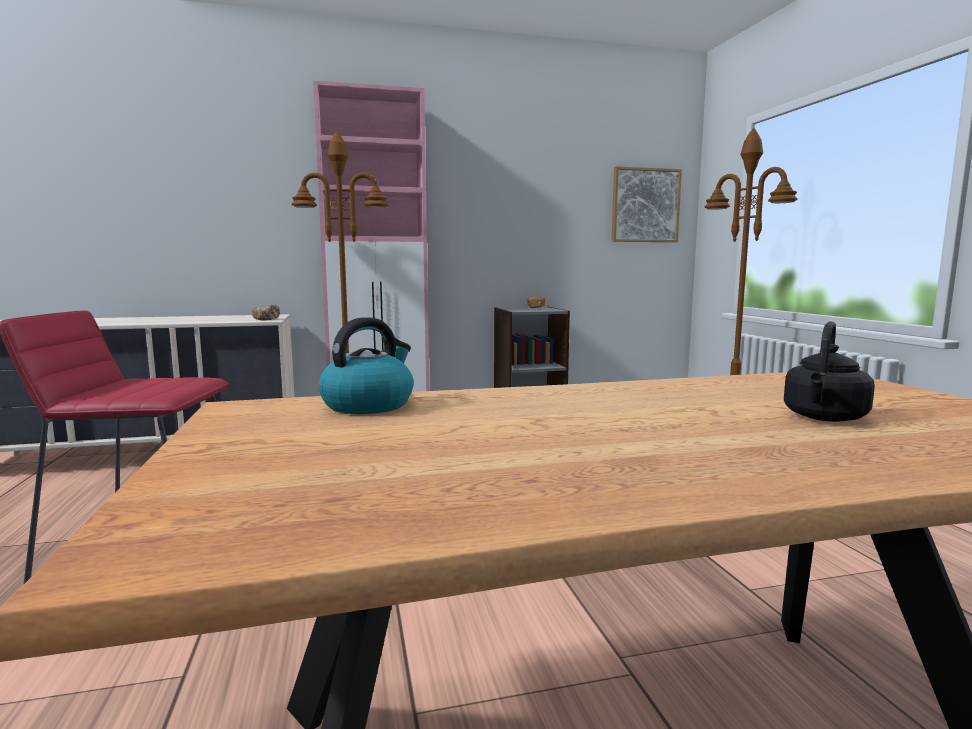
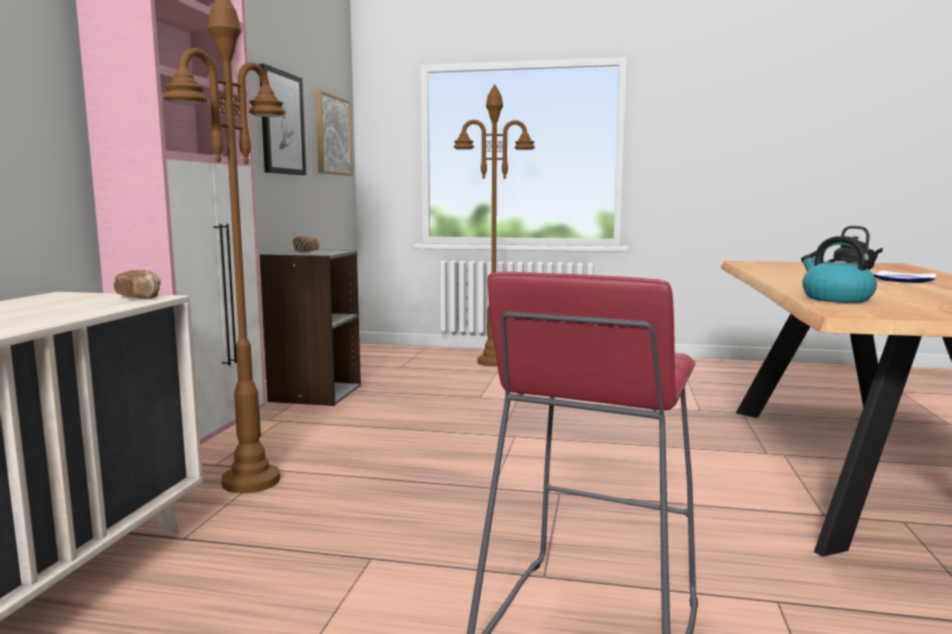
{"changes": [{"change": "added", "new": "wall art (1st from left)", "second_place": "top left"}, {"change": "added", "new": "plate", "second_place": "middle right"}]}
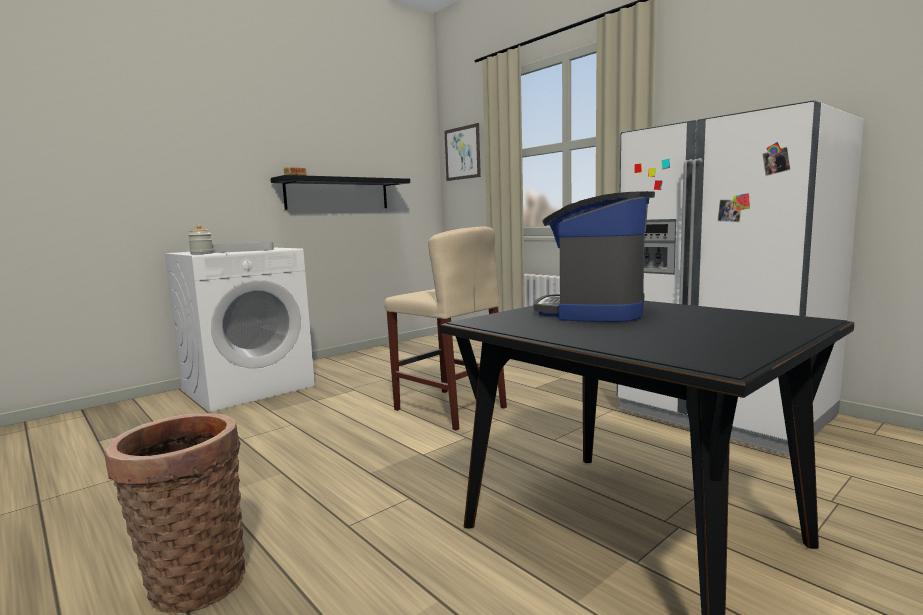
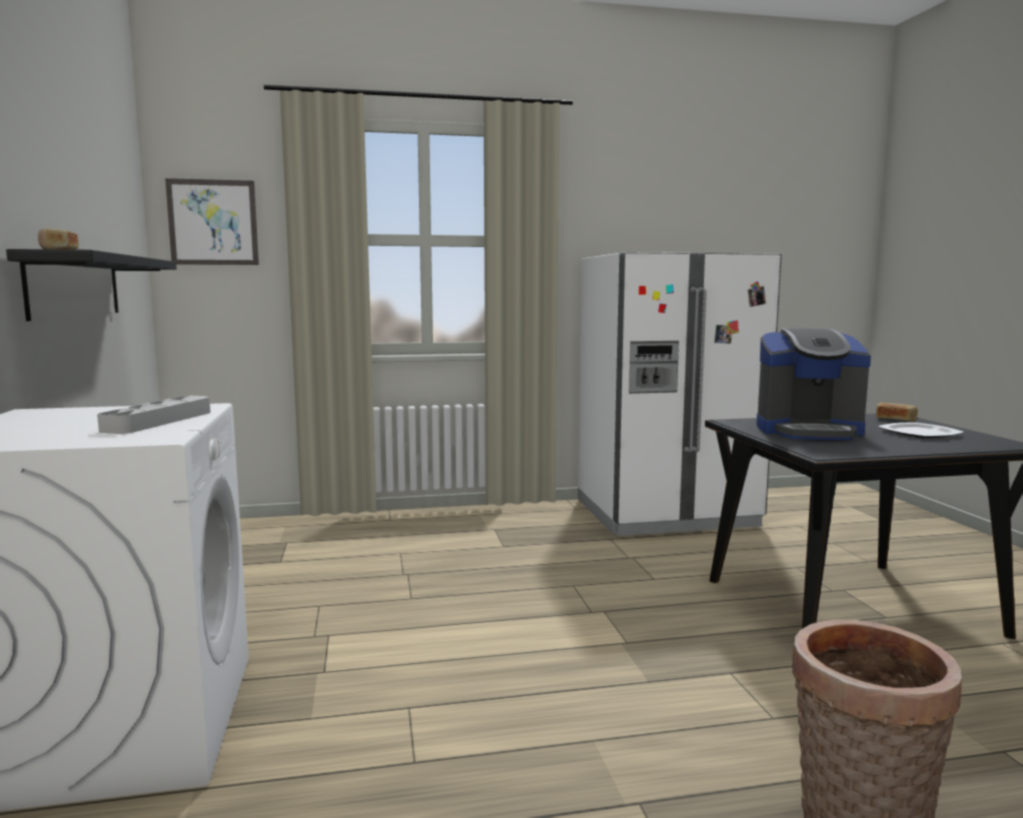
{"changes": [{"change": "removed", "old": "preserve jar", "first_place": "middle left"}, {"change": "removed", "old": "stool seat in beige-coloured", "first_place": "centre"}, {"change": "turned", "old": "coffee maker", "first_place": "centre", "second_place": "middle right", "degrees": -45}, {"change": "added", "new": "bakery bread (2nd from left)", "second_place": "middle right"}, {"change": "added", "new": "plate", "second_place": "middle right"}]}
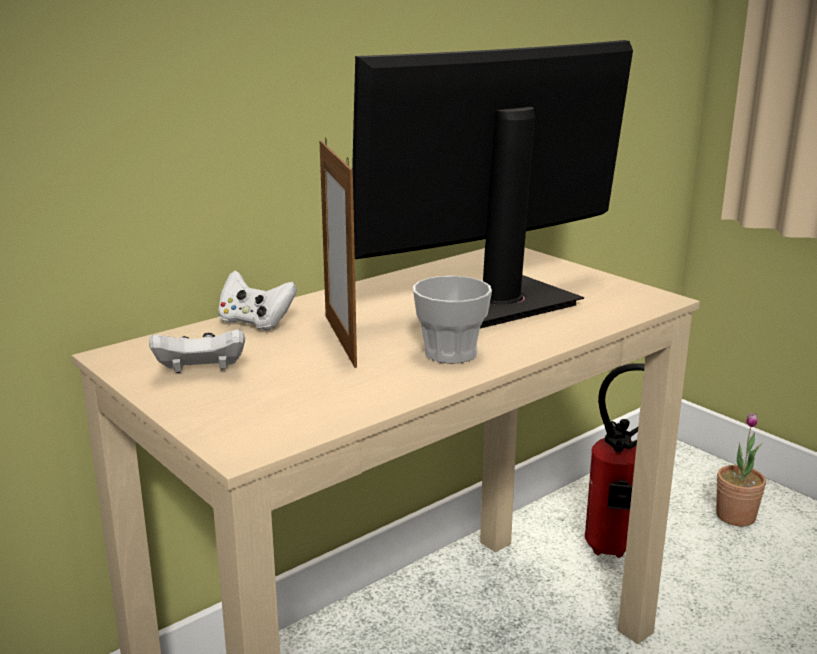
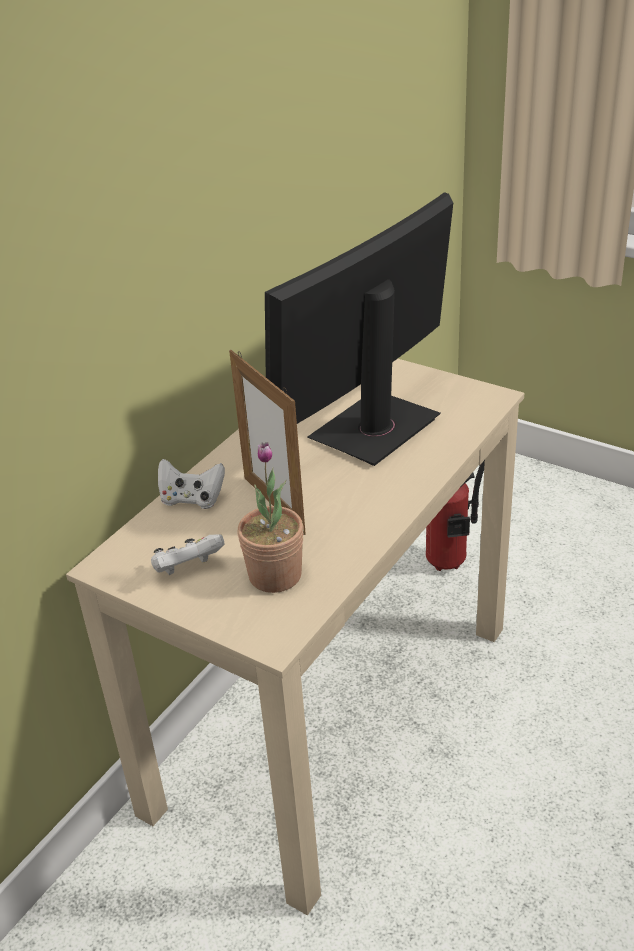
{"changes": [{"change": "removed", "old": "cup", "first_place": "centre"}, {"change": "moved", "old": "houseplant", "first_place": "bottom right", "second_place": "centre"}]}
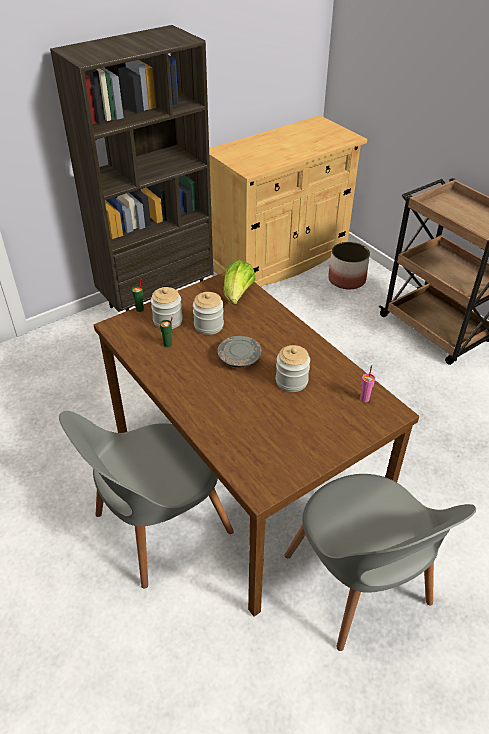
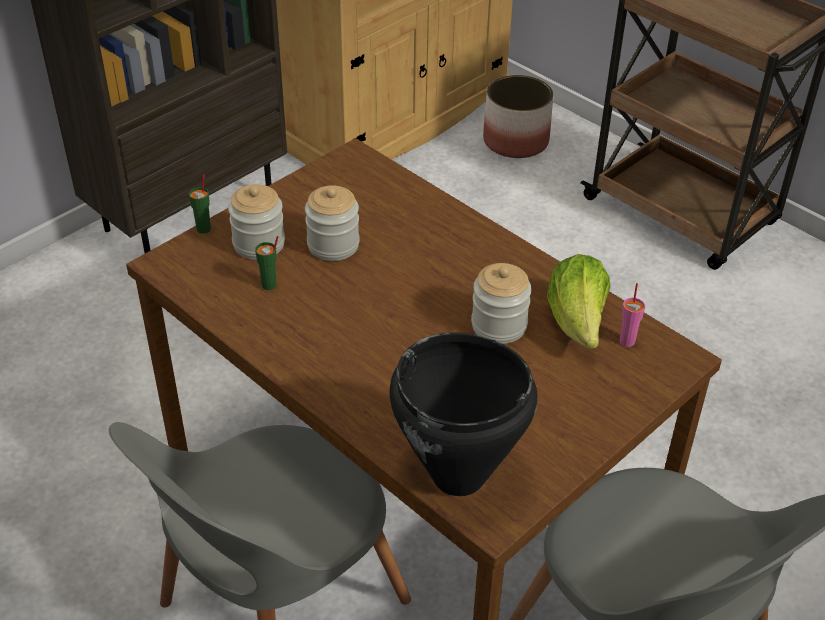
{"changes": [{"change": "removed", "old": "plate in grey", "first_place": "centre"}, {"change": "moved", "old": "lettuce", "first_place": "centre", "second_place": "middle right"}, {"change": "added", "new": "stockpot in black", "second_place": "bottom centre"}]}
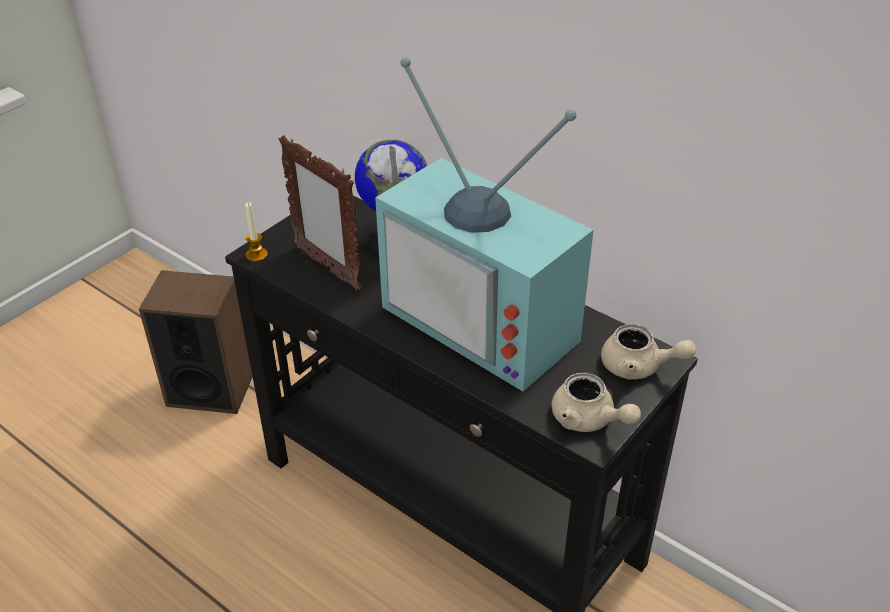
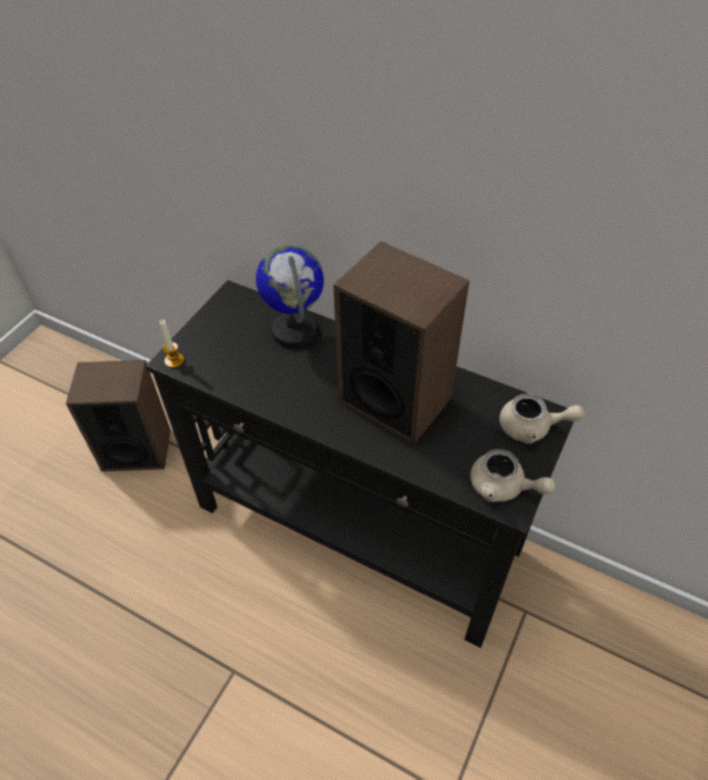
{"changes": [{"change": "removed", "old": "standing frame", "first_place": "centre"}, {"change": "replaced", "old": "TV", "new": "loudspeaker (2nd from left)", "first_place": "centre", "second_place": "centre"}]}
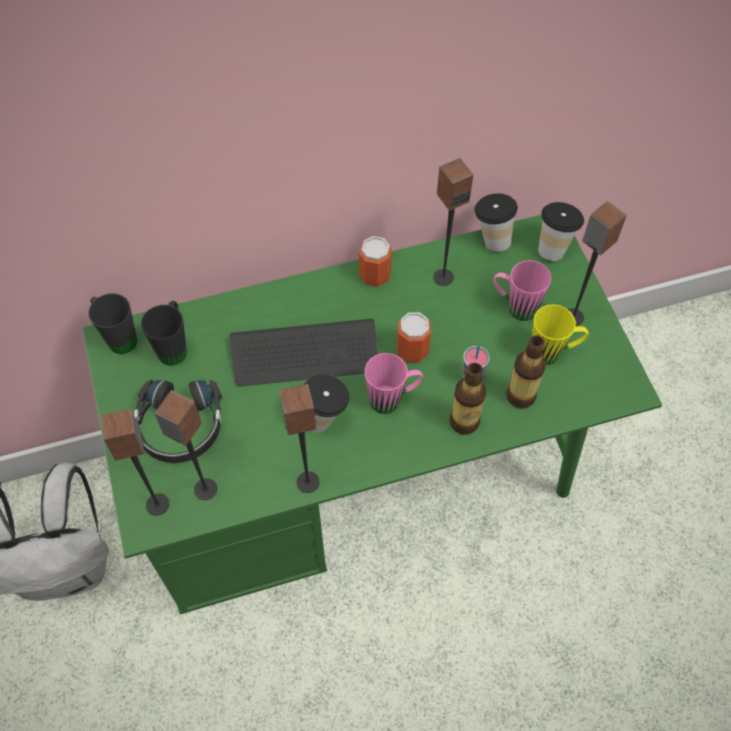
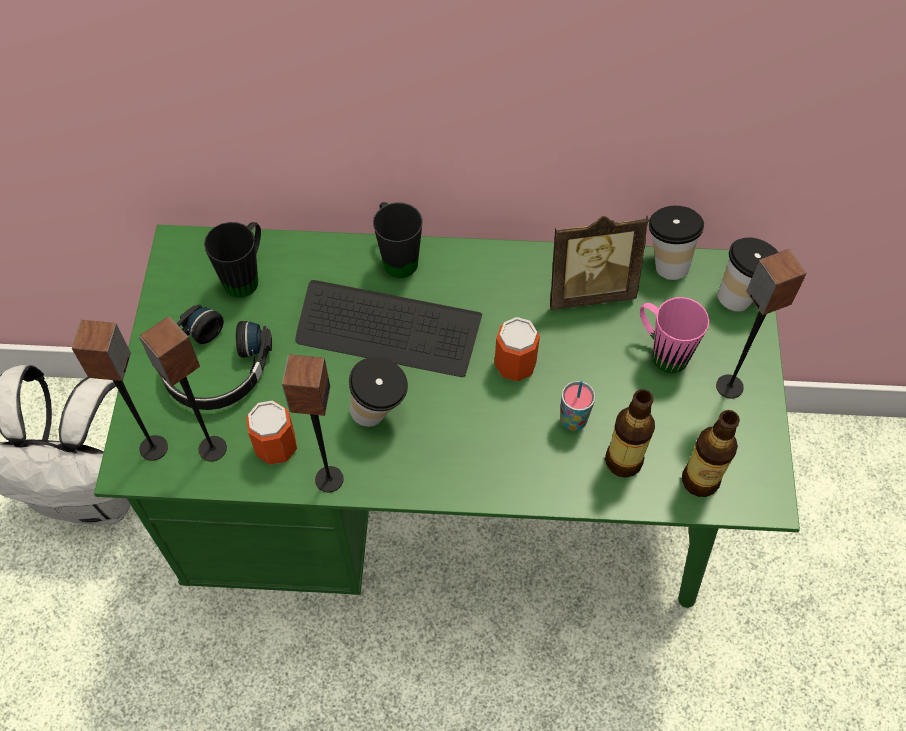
{"changes": [{"change": "moved", "old": "mug in black (1st from left in the first image)", "new": "mug in black (2nd from left)", "first_place": "middle left", "second_place": "top centre"}, {"change": "moved", "old": "can (1st from left)", "first_place": "centre", "second_place": "middle left"}, {"change": "removed", "old": "mug in pinkish (1st from left)", "first_place": "centre"}, {"change": "replaced", "old": "loudspeaker (4th from left)", "new": "standing frame", "first_place": "top centre", "second_place": "centre"}, {"change": "moved", "old": "drink bottle (1st from left in the first image)", "new": "drink bottle (2nd from left)", "first_place": "centre", "second_place": "middle right"}, {"change": "removed", "old": "mug in yellowish", "first_place": "middle right"}]}
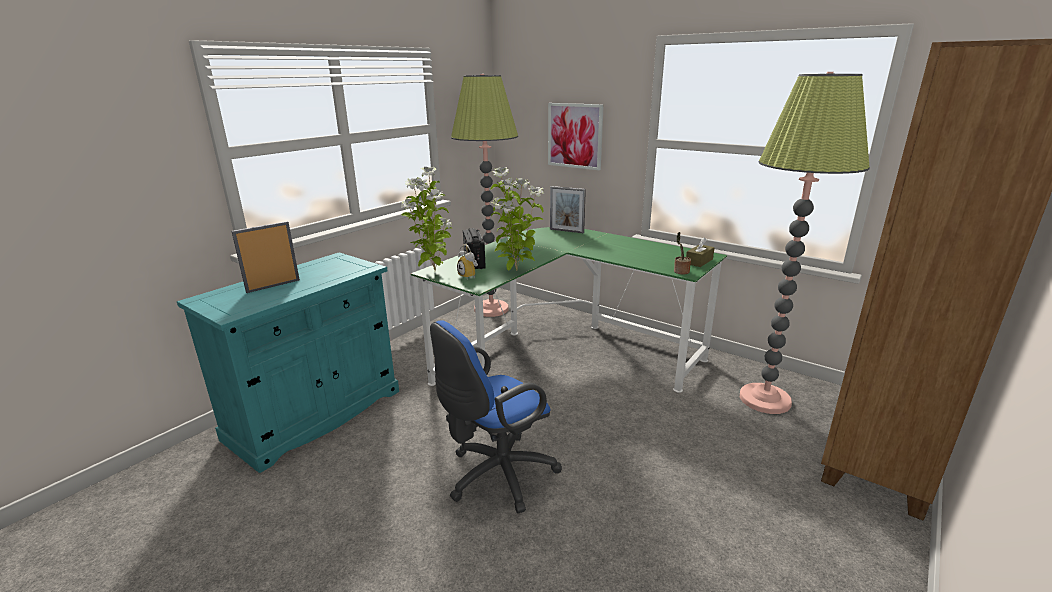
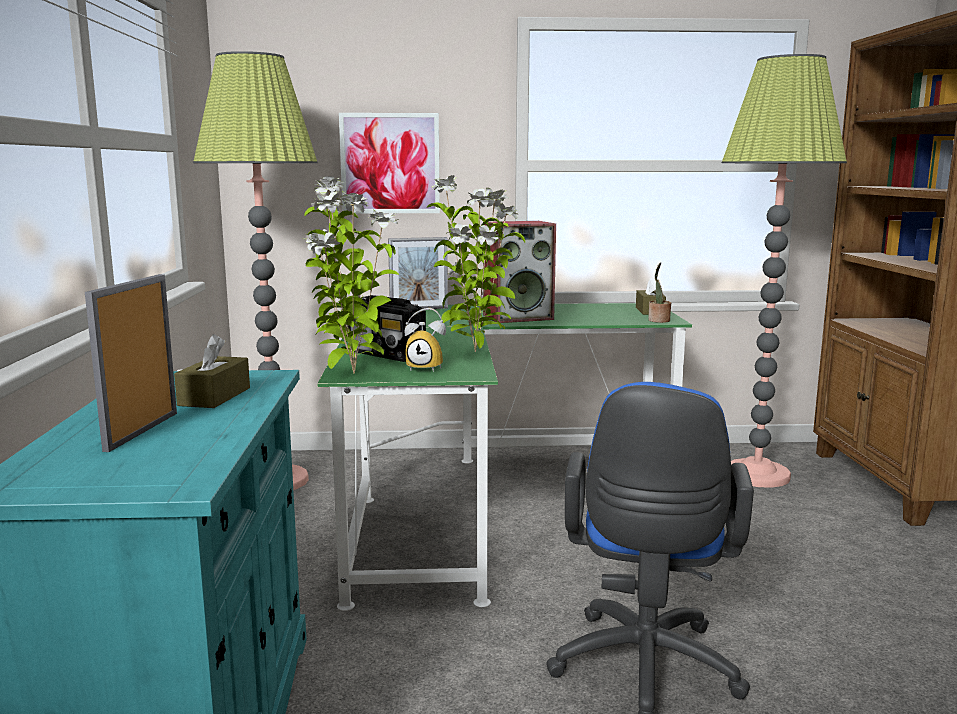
{"changes": [{"change": "added", "new": "tissue holder in brown-coloured (1st from left)", "second_place": "middle left"}, {"change": "added", "new": "loudspeaker", "second_place": "centre"}]}
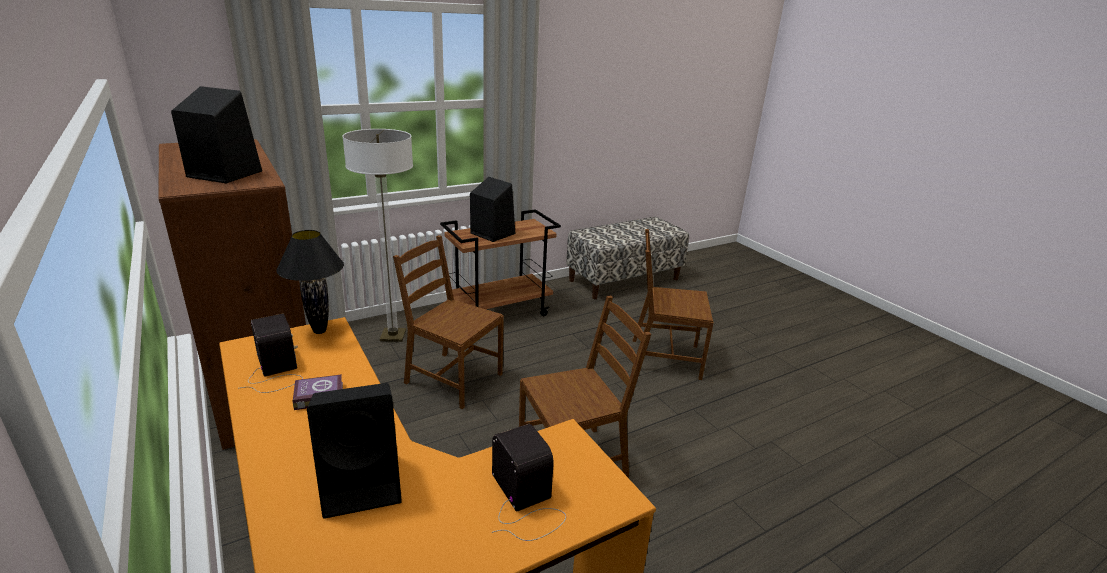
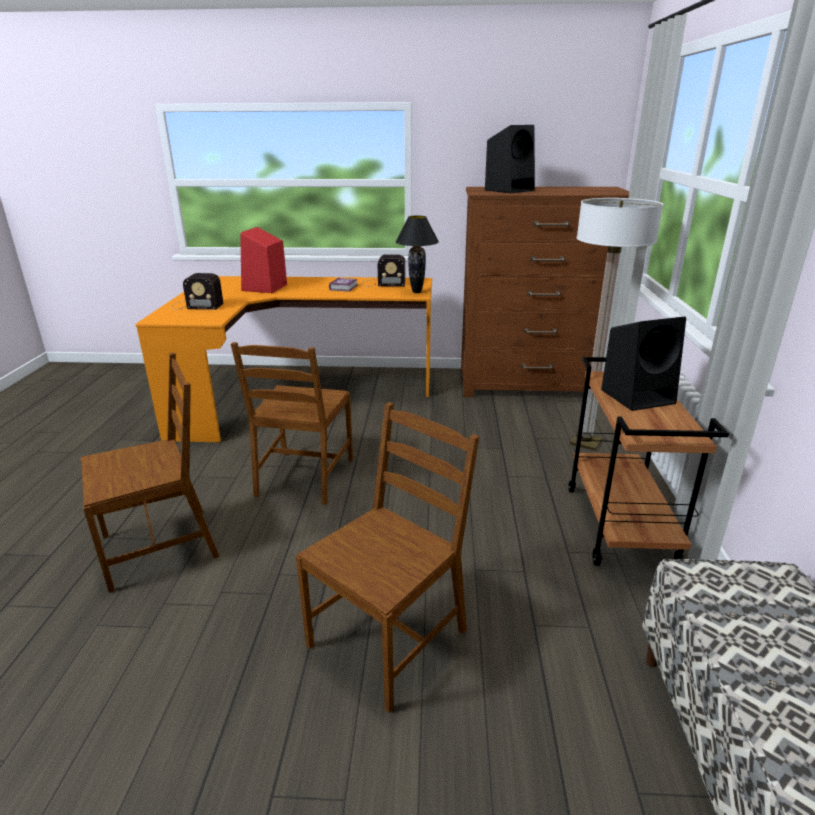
{"changes": [{"change": "recoloured", "old": "loudspeaker in black (2nd from left)", "new": "loudspeaker in red", "first_place": "bottom left", "second_place": "top left"}, {"change": "moved", "old": "upright chair in brown-coloured (1st from left)", "first_place": "centre", "second_place": "middle left"}]}
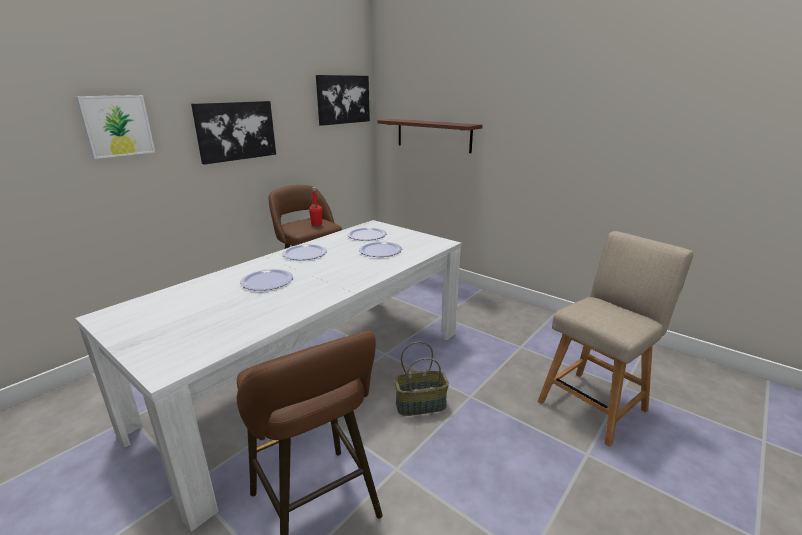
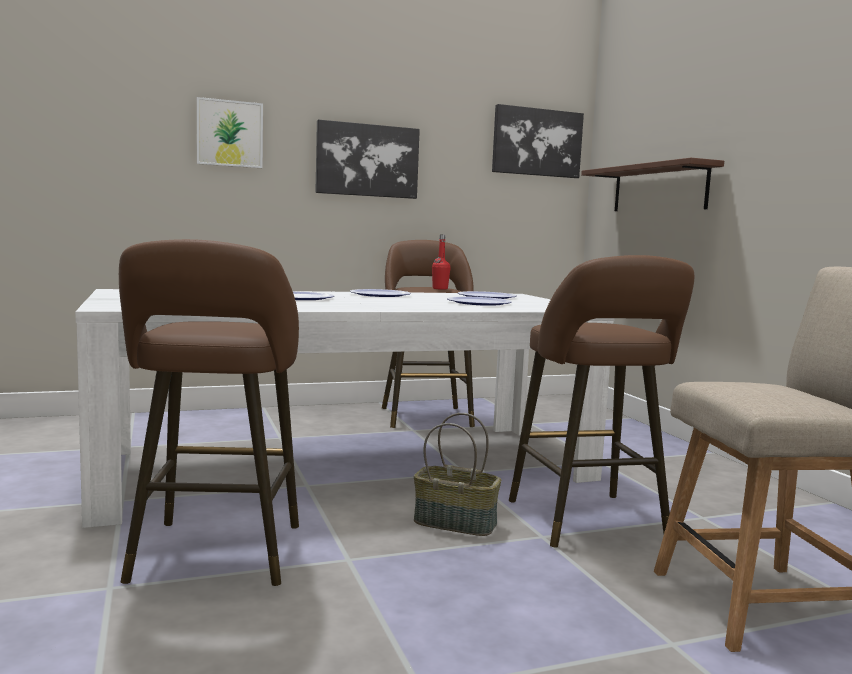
{"changes": [{"change": "added", "new": "stool seat in brown-coloured (3rd from left)", "second_place": "middle right"}]}
